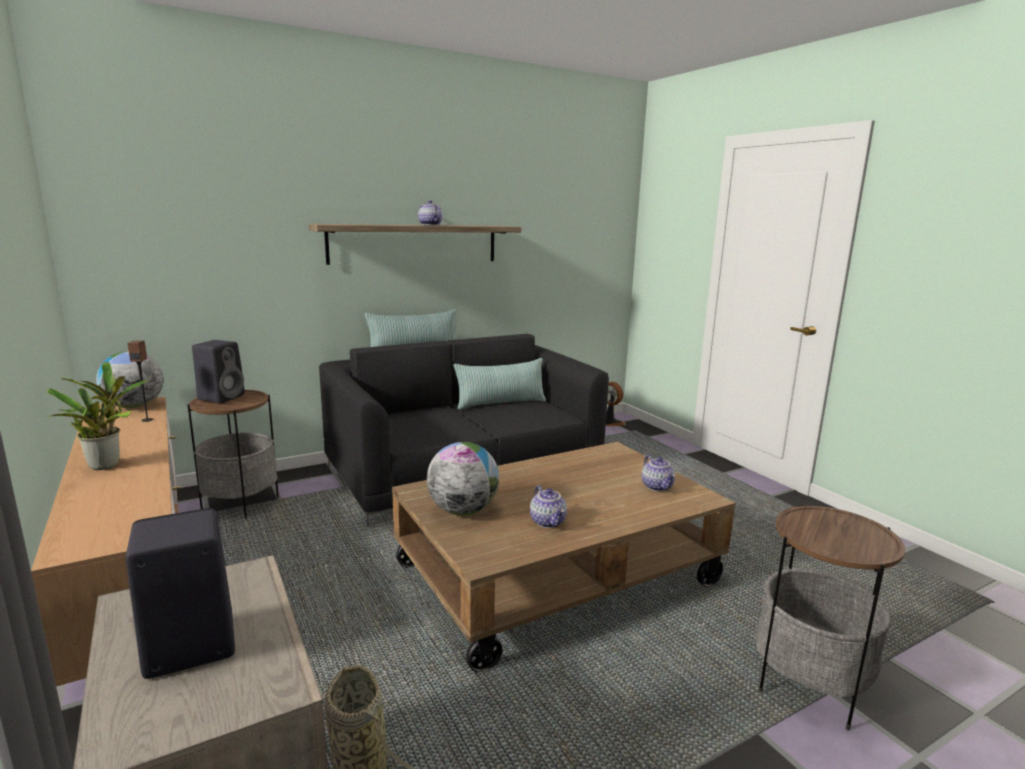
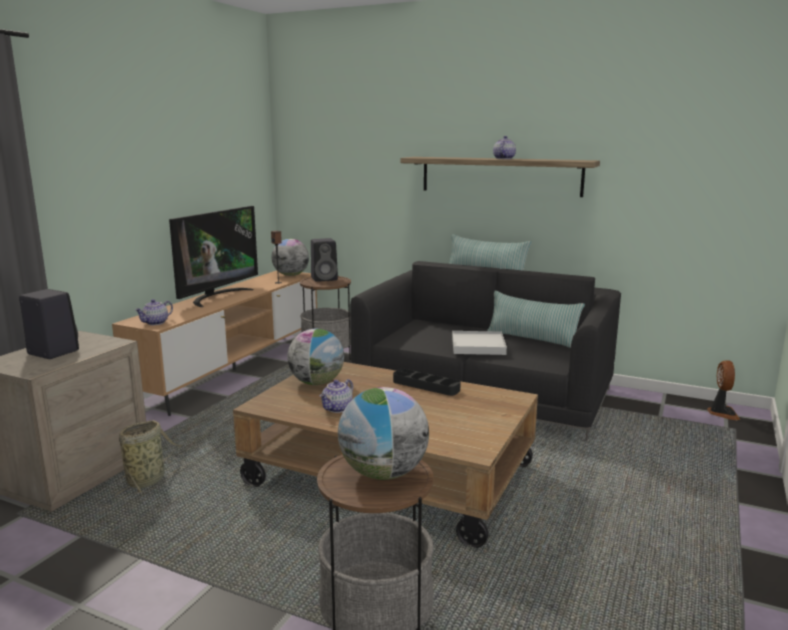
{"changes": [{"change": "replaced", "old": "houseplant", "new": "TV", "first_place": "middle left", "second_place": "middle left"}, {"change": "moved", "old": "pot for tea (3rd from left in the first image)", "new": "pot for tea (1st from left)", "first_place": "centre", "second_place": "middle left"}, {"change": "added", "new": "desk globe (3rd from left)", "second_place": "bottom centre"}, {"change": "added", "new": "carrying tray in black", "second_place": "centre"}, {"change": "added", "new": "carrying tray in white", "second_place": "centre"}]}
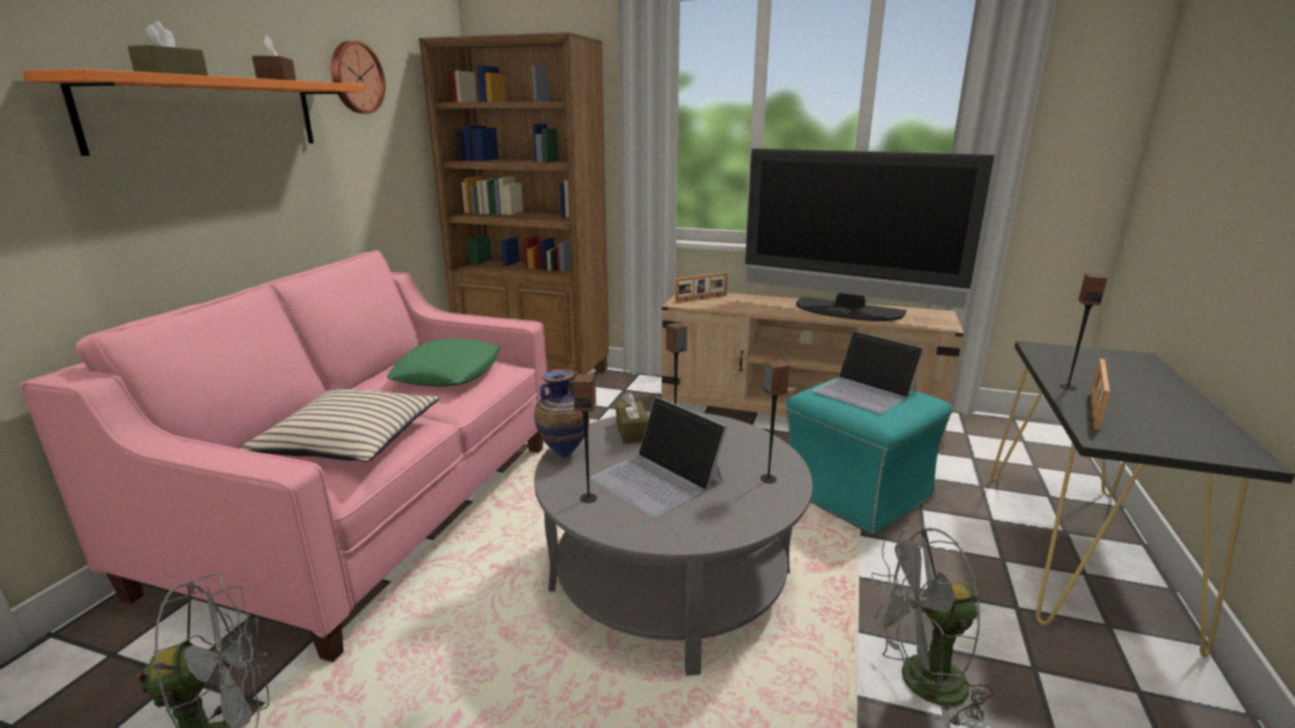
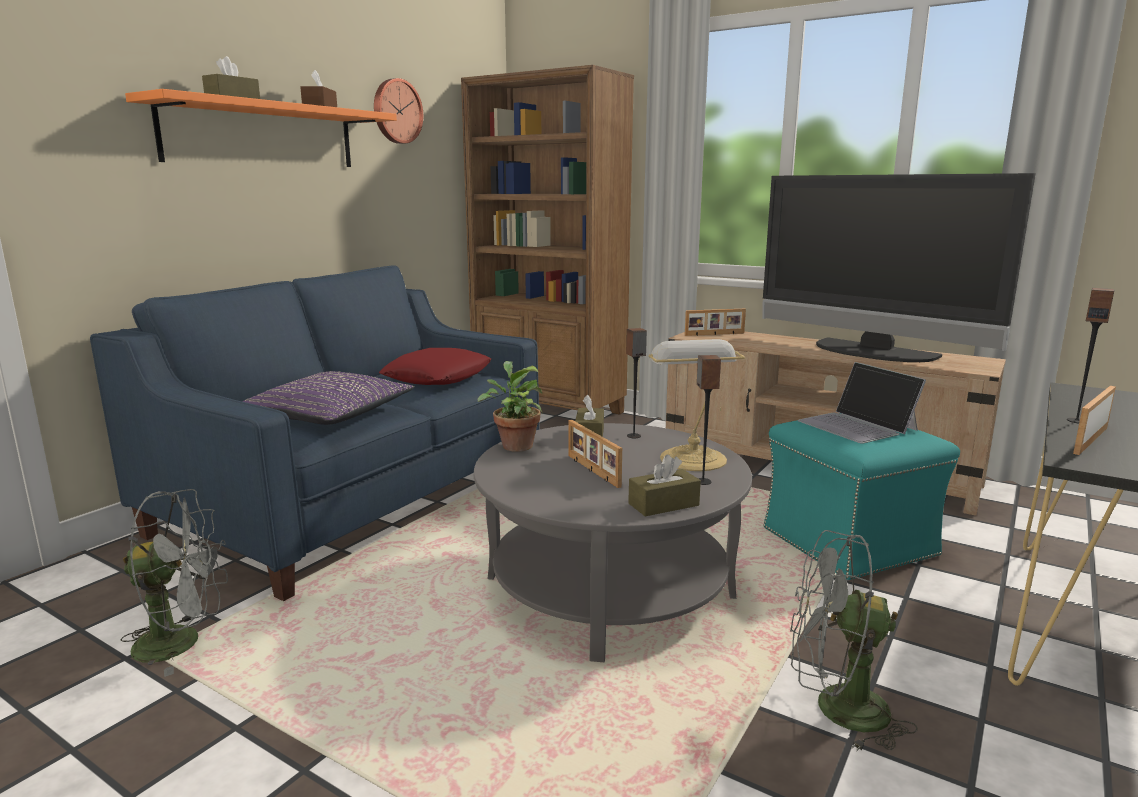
{"changes": [{"change": "recoloured", "old": "couch in pinkish", "new": "couch in blue", "first_place": "middle left", "second_place": "middle left"}, {"change": "recoloured", "old": "pillow in beige-coloured", "new": "pillow in purple", "first_place": "middle left", "second_place": "middle left"}, {"change": "recoloured", "old": "pillow in greenish", "new": "pillow in red", "first_place": "centre", "second_place": "centre"}, {"change": "replaced", "old": "decorative vase", "new": "houseplant", "first_place": "centre", "second_place": "centre"}, {"change": "removed", "old": "loudspeaker (1st from left)", "first_place": "centre"}, {"change": "replaced", "old": "portable computer (1st from left)", "new": "standing frame (1st from left)", "first_place": "centre", "second_place": "centre"}, {"change": "added", "new": "tissue holder in brown-coloured (4th from left)", "second_place": "centre"}, {"change": "added", "new": "tabletop lamp", "second_place": "centre"}]}
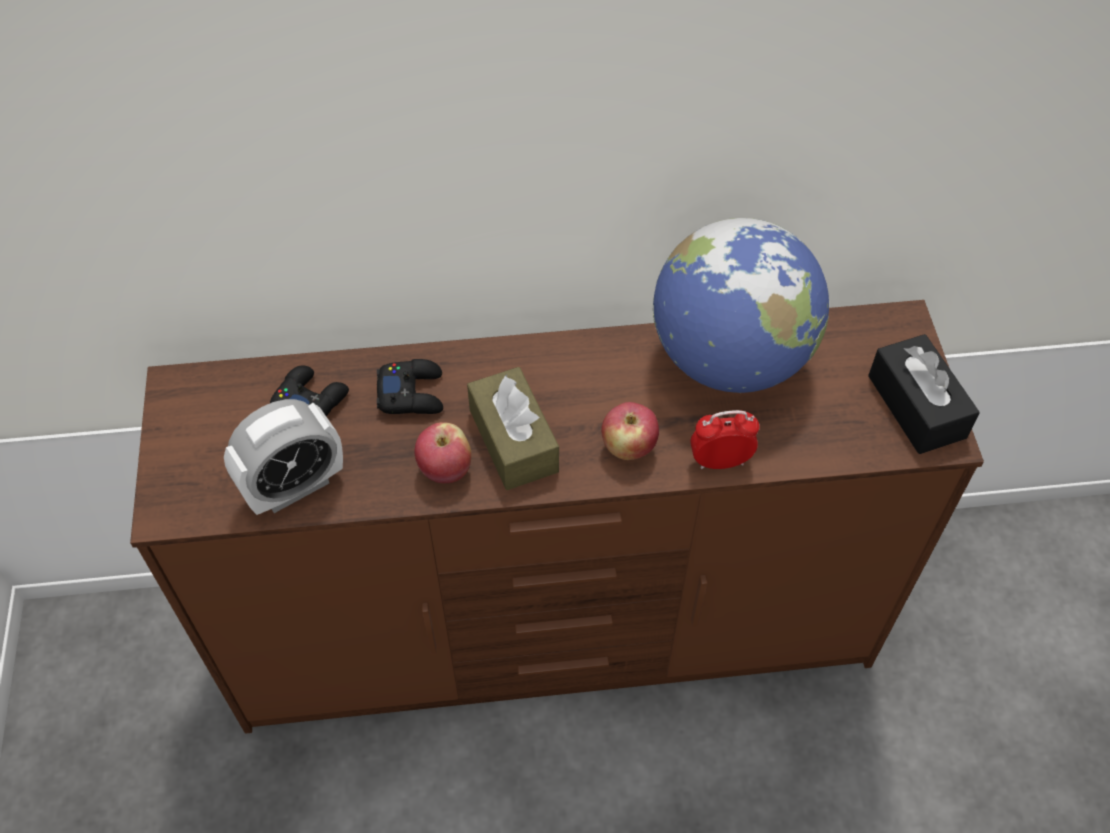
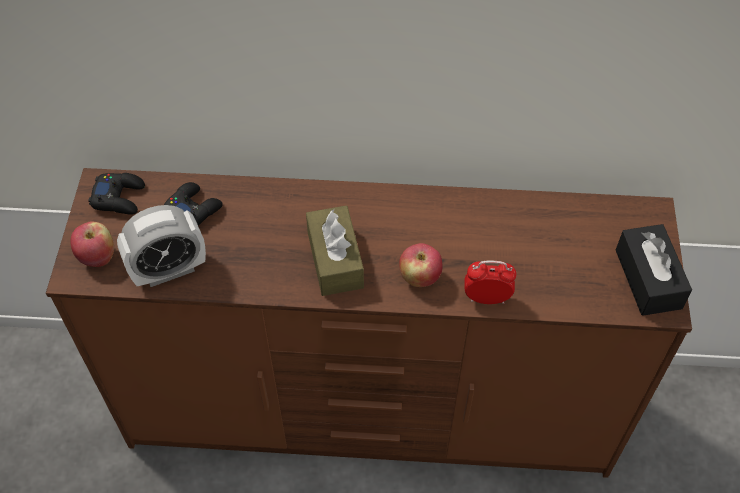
{"changes": [{"change": "moved", "old": "game controller in black (2nd from left in the first image)", "new": "game controller in black (1st from left)", "first_place": "centre", "second_place": "middle left"}, {"change": "moved", "old": "apple (1st from left)", "first_place": "centre", "second_place": "middle left"}, {"change": "removed", "old": "desk globe", "first_place": "middle right"}]}
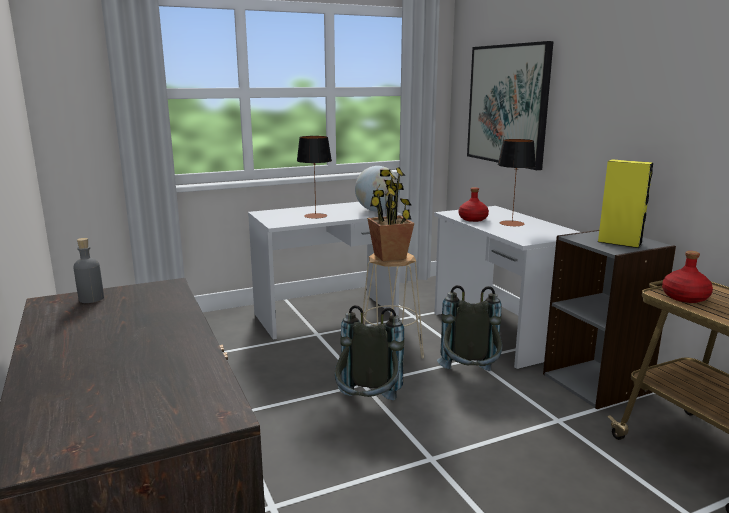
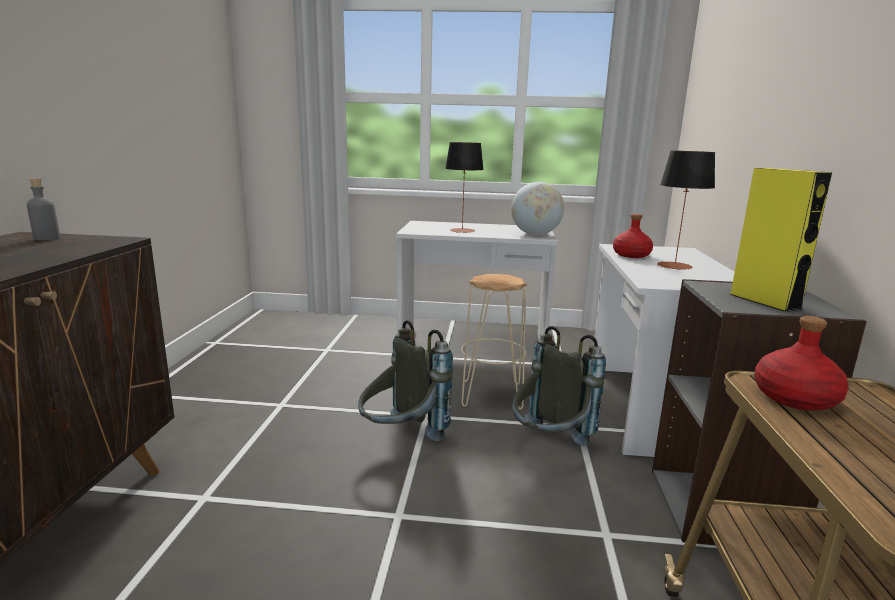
{"changes": [{"change": "removed", "old": "houseplant", "first_place": "centre"}, {"change": "removed", "old": "wall art", "first_place": "top right"}]}
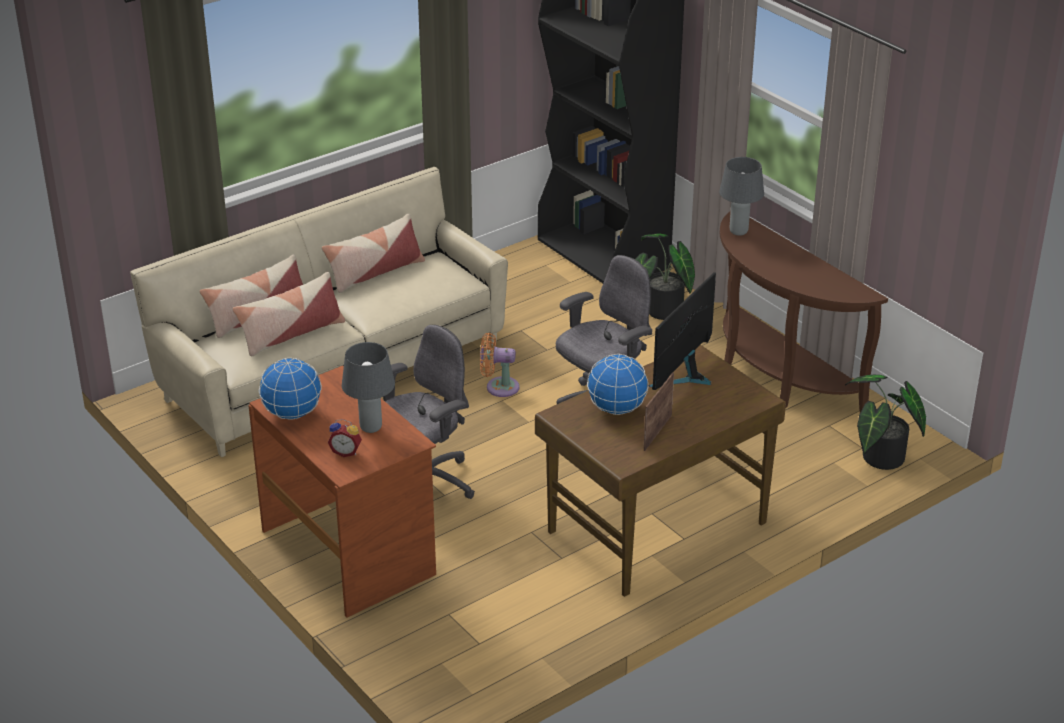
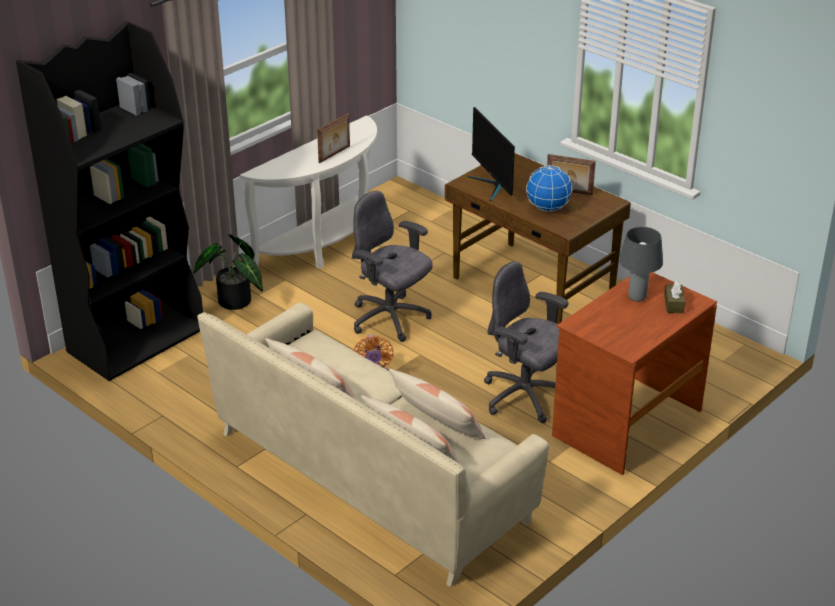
{"changes": [{"change": "removed", "old": "desk globe (1st from left)", "first_place": "middle left"}, {"change": "replaced", "old": "table clock", "new": "tissue holder in brown-coloured", "first_place": "middle left", "second_place": "middle right"}, {"change": "turned", "old": "monitor", "first_place": "centre", "second_place": "top centre", "degrees": 45}, {"change": "removed", "old": "tabletop lamp in grey (2nd from left)", "first_place": "top right"}, {"change": "recoloured", "old": "console table in brown-coloured", "new": "console table in white", "first_place": "middle right", "second_place": "top centre"}, {"change": "removed", "old": "houseplant (2nd from left)", "first_place": "middle right"}, {"change": "added", "new": "standing frame (1st from left)", "second_place": "top centre"}]}
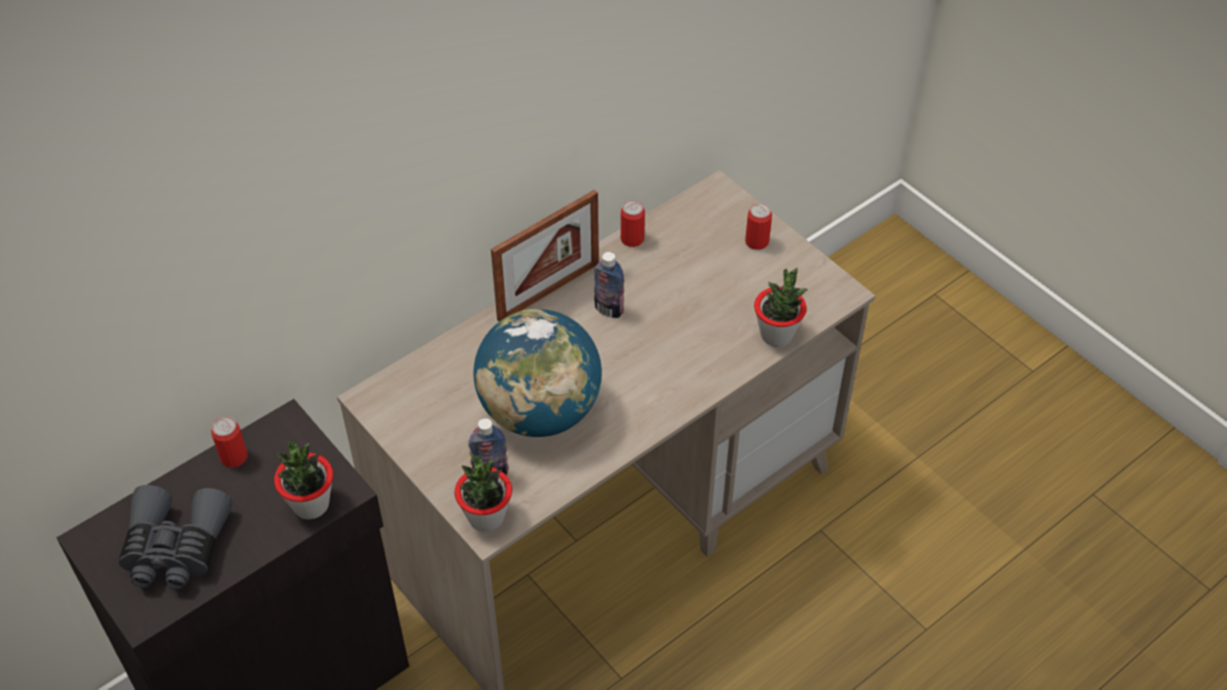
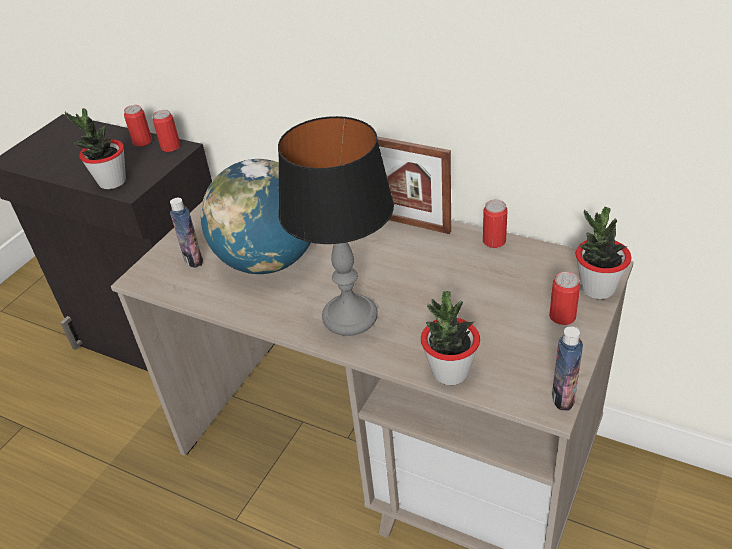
{"changes": [{"change": "removed", "old": "binoculars in grey", "first_place": "bottom left"}, {"change": "moved", "old": "houseplant (2nd from left in the first image)", "new": "houseplant (3rd from left)", "first_place": "bottom centre", "second_place": "middle right"}, {"change": "moved", "old": "drink bottle (2nd from left)", "first_place": "centre", "second_place": "bottom right"}, {"change": "added", "new": "can (2nd from left)", "second_place": "top left"}, {"change": "added", "new": "tabletop lamp", "second_place": "centre"}]}
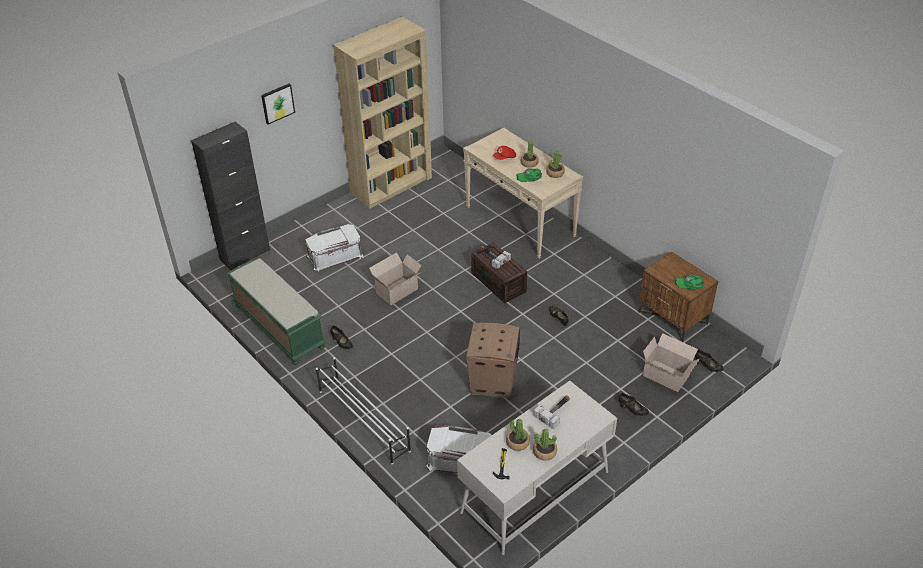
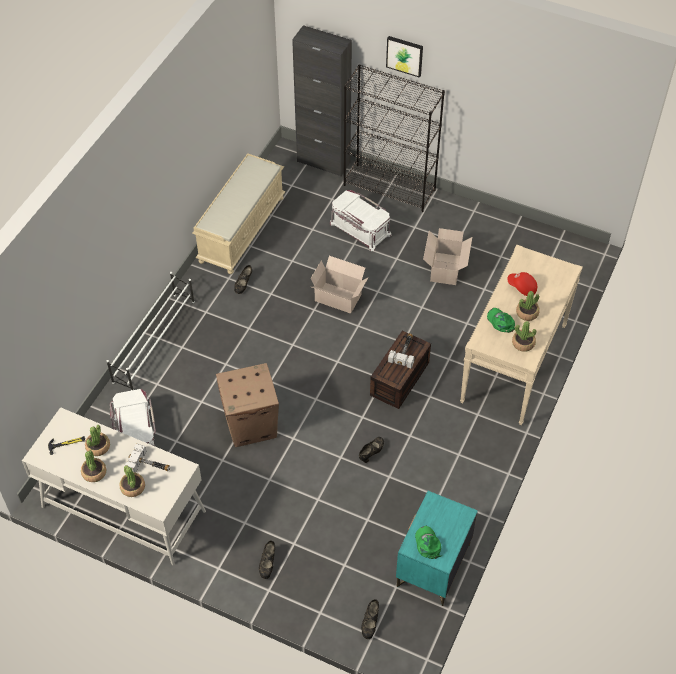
{"changes": [{"change": "recoloured", "old": "long seat in greenish", "new": "long seat in beige-coloured", "first_place": "middle left", "second_place": "top centre"}, {"change": "removed", "old": "shelving unit in beige-coloured", "first_place": "top centre"}, {"change": "recoloured", "old": "bedside table in brown-coloured", "new": "bedside table in turquoise-coloured", "first_place": "middle right", "second_place": "bottom centre"}, {"change": "moved", "old": "cardboard box (3rd from left)", "first_place": "middle right", "second_place": "centre"}, {"change": "added", "new": "houseplant (3rd from left)", "second_place": "bottom left"}, {"change": "added", "new": "shelving unit in black", "second_place": "top centre"}]}
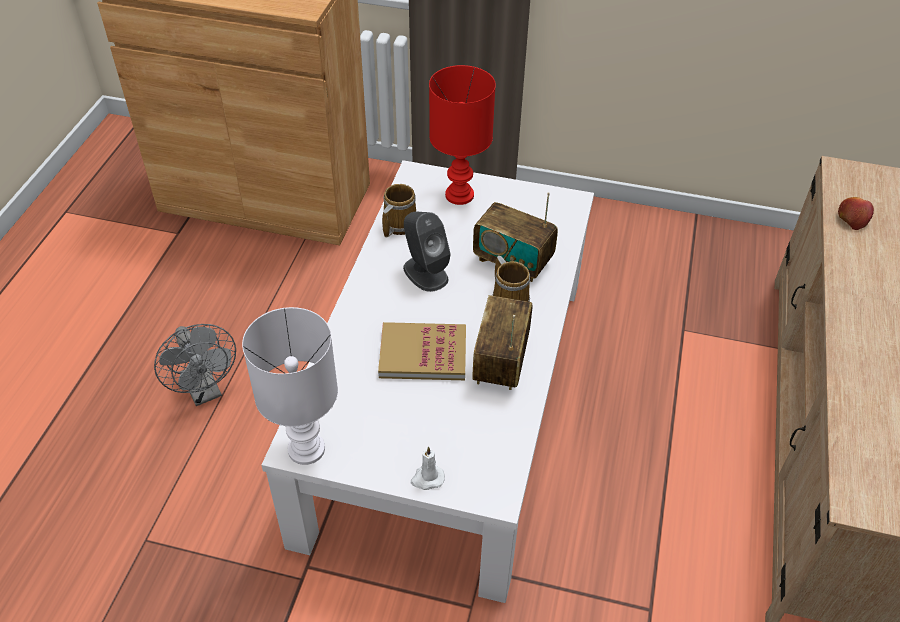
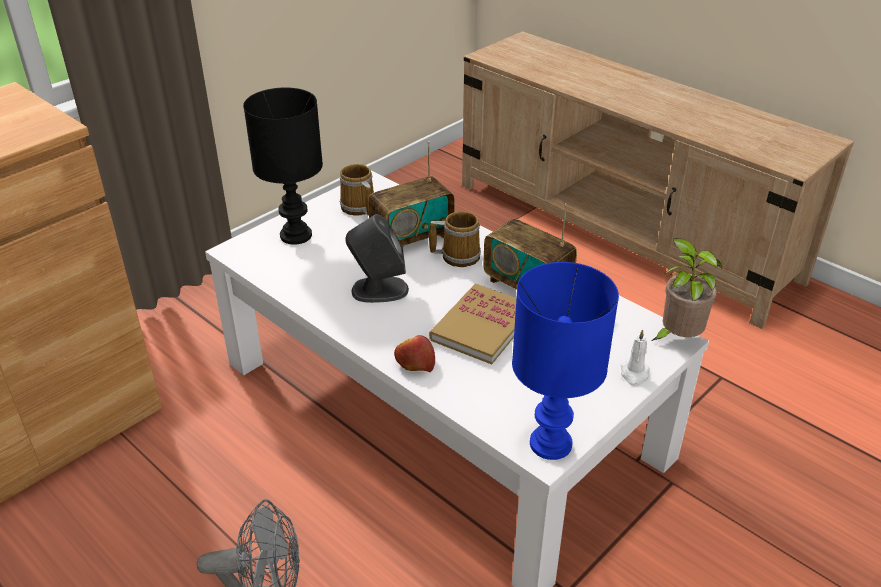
{"changes": [{"change": "recoloured", "old": "tabletop lamp in white", "new": "tabletop lamp in blue", "first_place": "middle left", "second_place": "centre"}, {"change": "moved", "old": "mug (1st from left)", "first_place": "centre", "second_place": "top centre"}, {"change": "recoloured", "old": "tabletop lamp in red", "new": "tabletop lamp in black", "first_place": "top centre", "second_place": "top left"}, {"change": "moved", "old": "apple", "first_place": "middle right", "second_place": "centre"}, {"change": "added", "new": "houseplant", "second_place": "middle right"}]}
